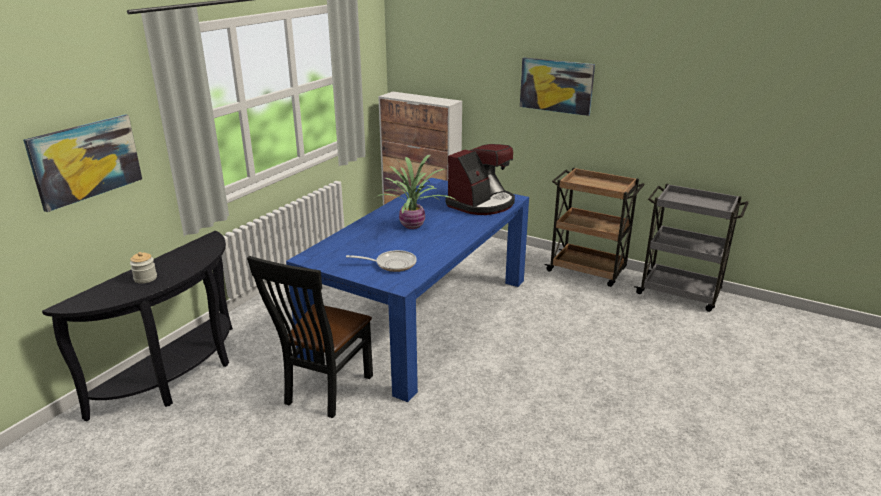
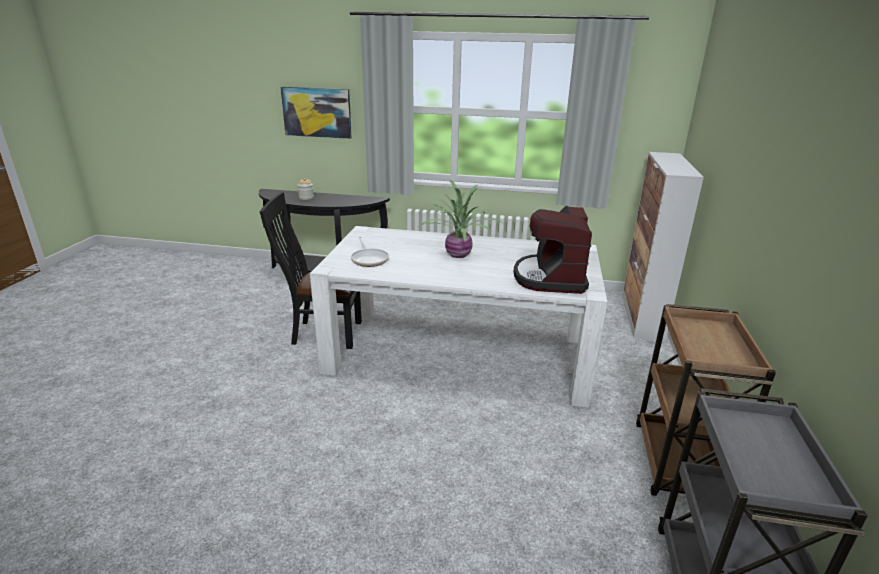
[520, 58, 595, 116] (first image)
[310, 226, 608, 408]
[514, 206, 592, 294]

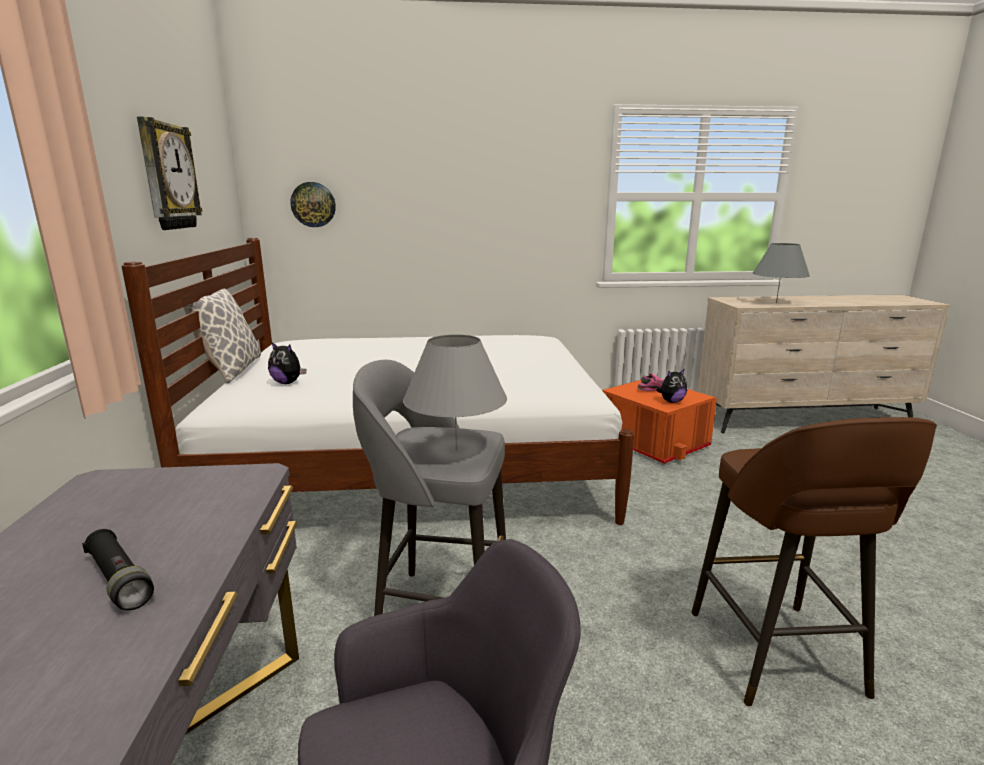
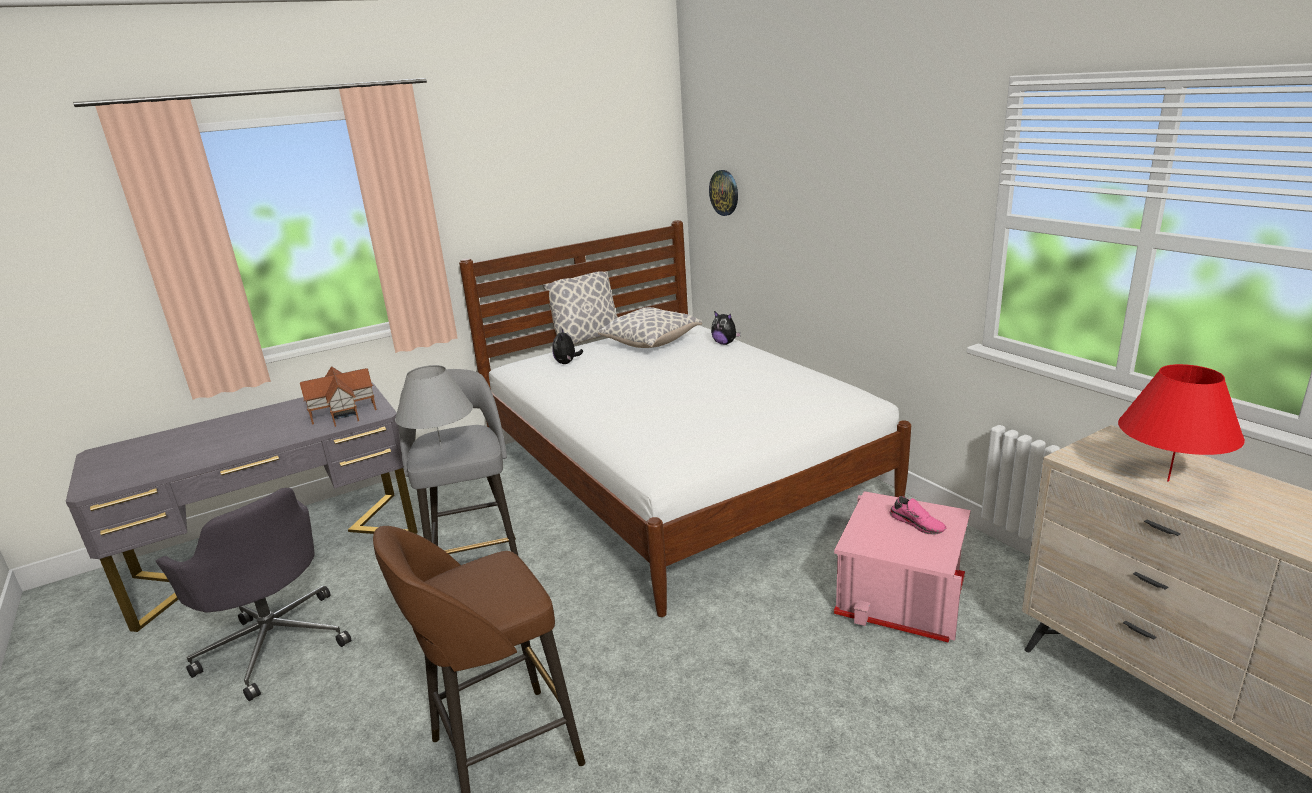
[82, 529, 154, 611] (first image)
[137, 116, 203, 230] (first image)
[300, 366, 377, 427]
[598, 307, 702, 348]
[711, 311, 741, 345]
[834, 491, 971, 643]
[1118, 364, 1245, 481]

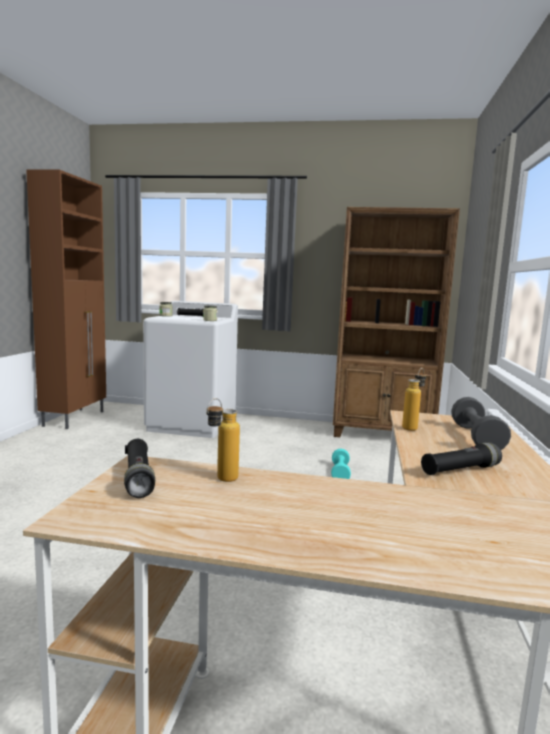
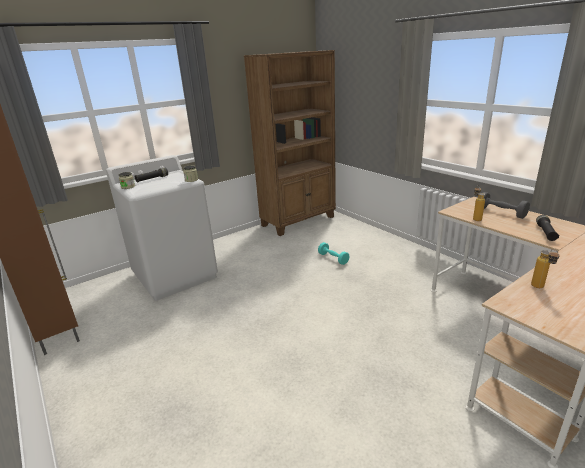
[124, 439, 155, 498] (first image)

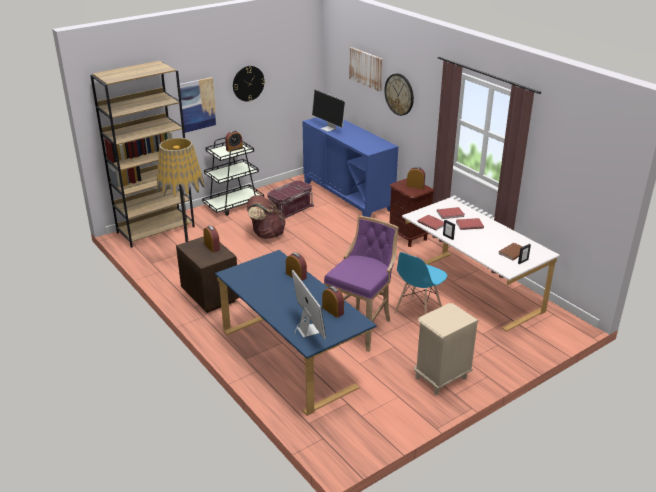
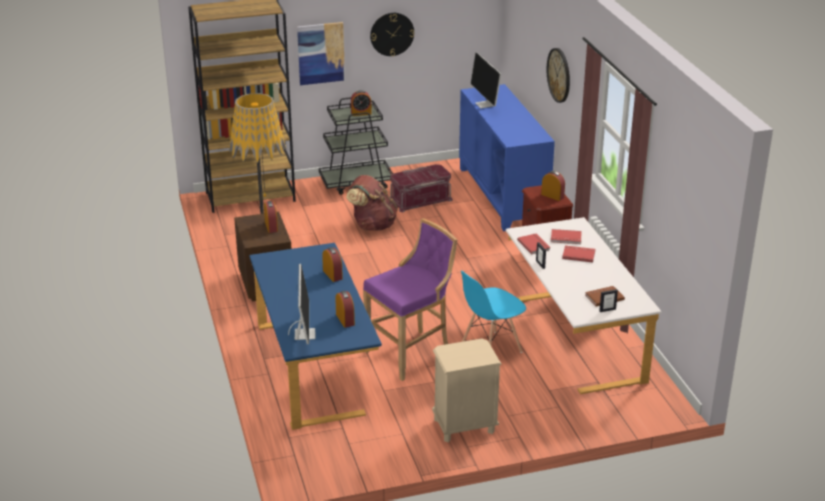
[349, 47, 383, 91] (first image)

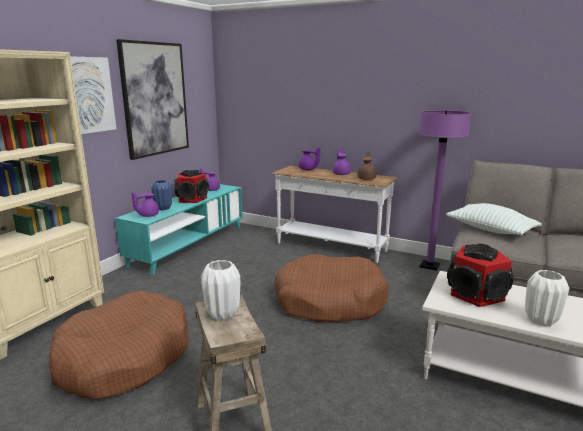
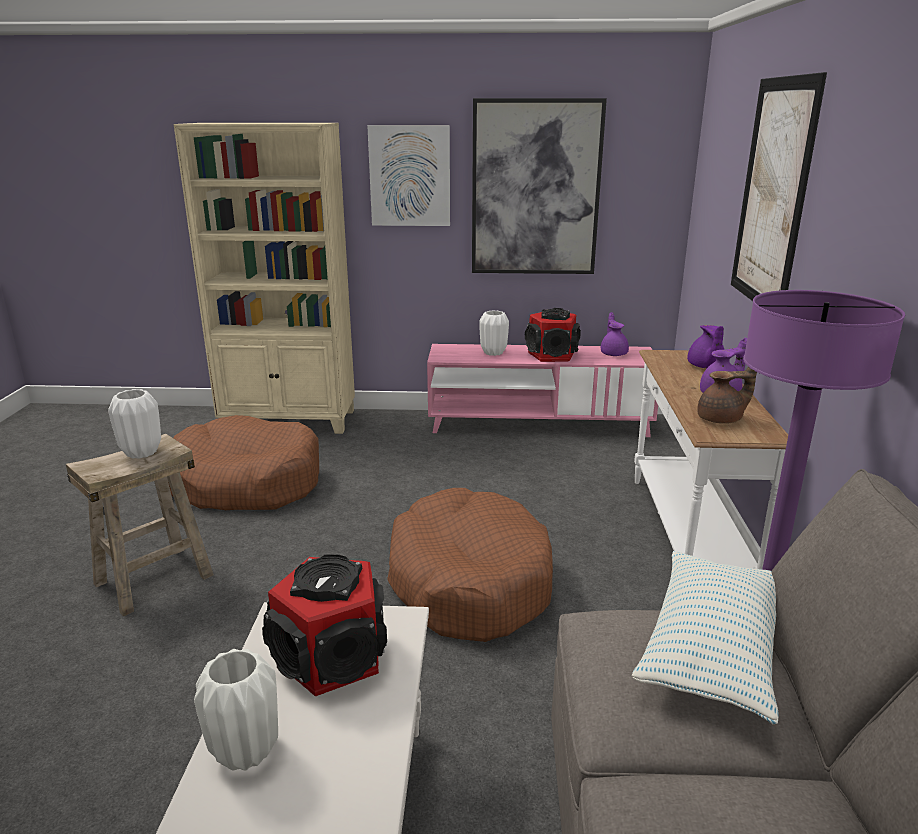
[132, 192, 159, 217] (first image)
[731, 72, 827, 301]
[427, 344, 658, 437]
[479, 310, 509, 356]

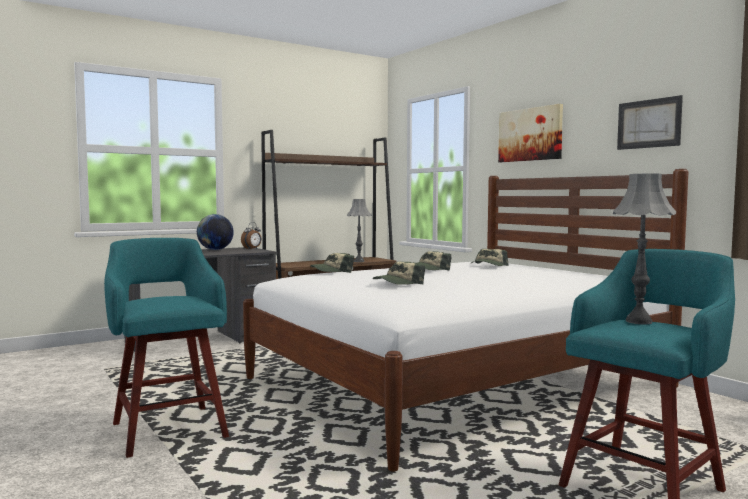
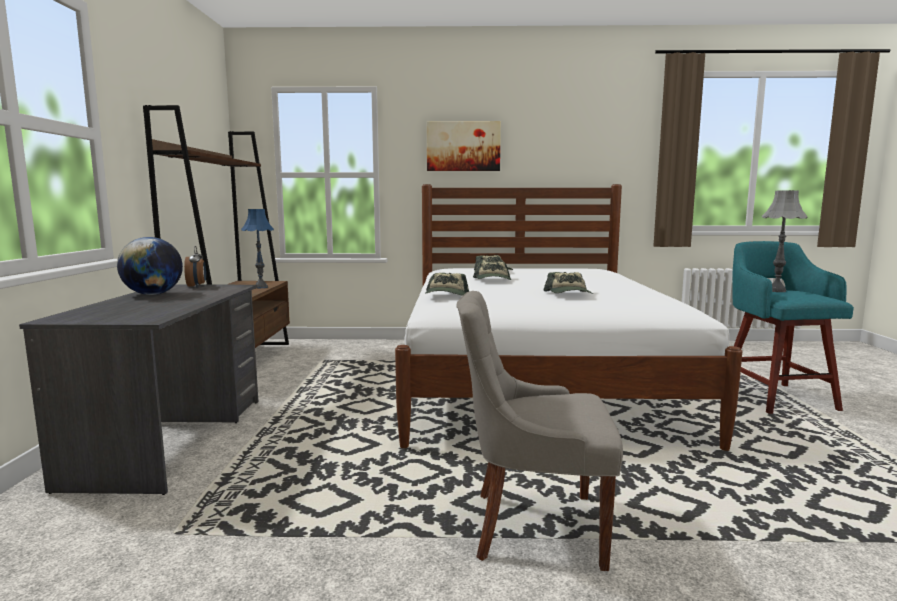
[617, 95, 683, 150] (first image)
[456, 291, 623, 571]
[241, 209, 274, 288]

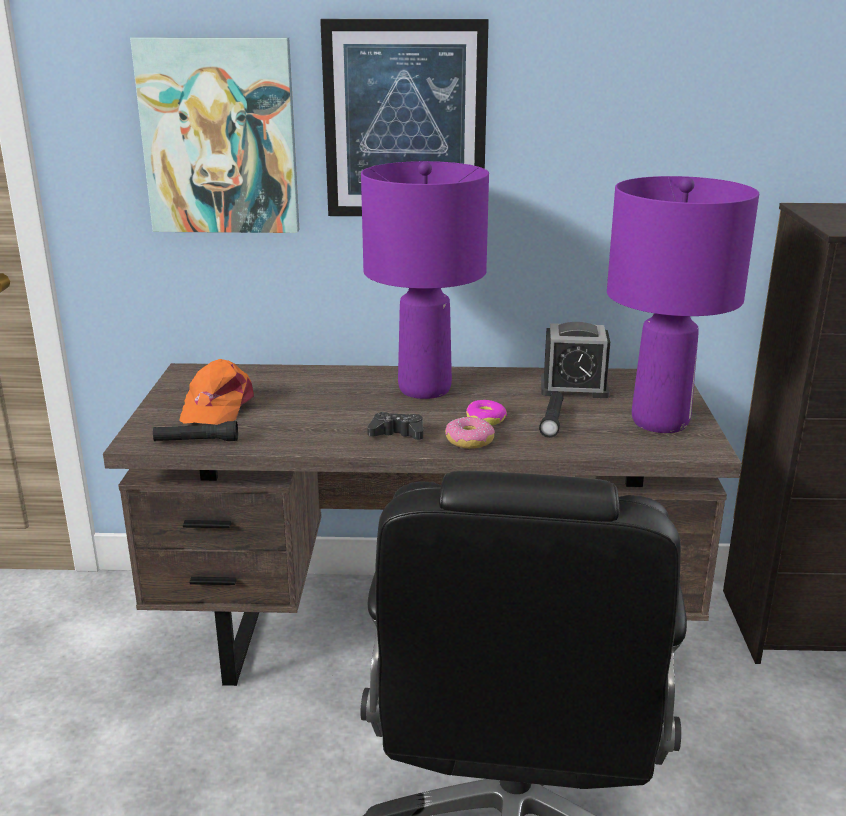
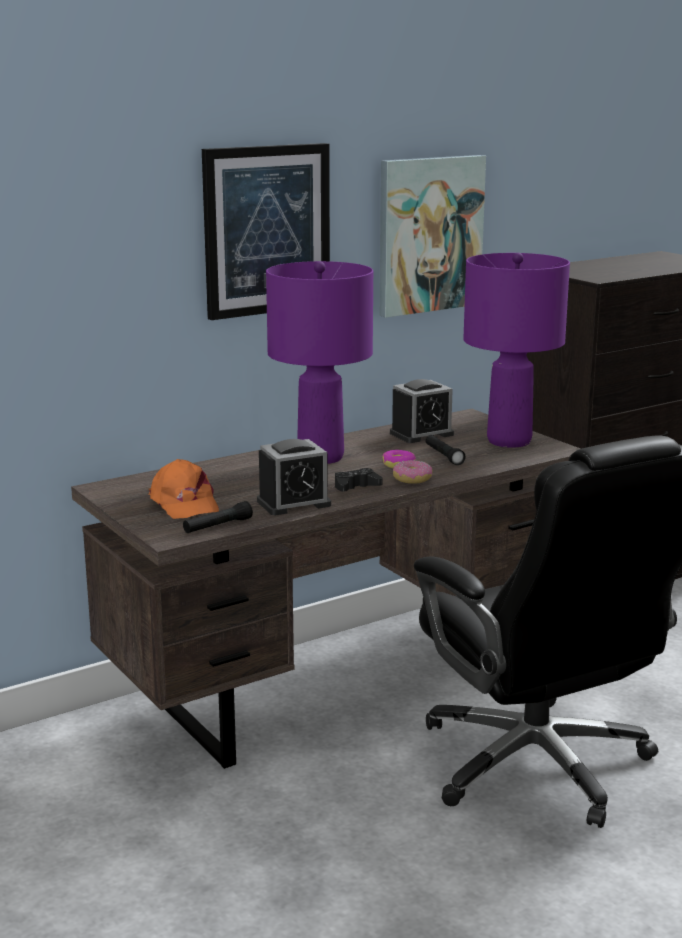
[257, 439, 331, 515]
[380, 155, 486, 317]

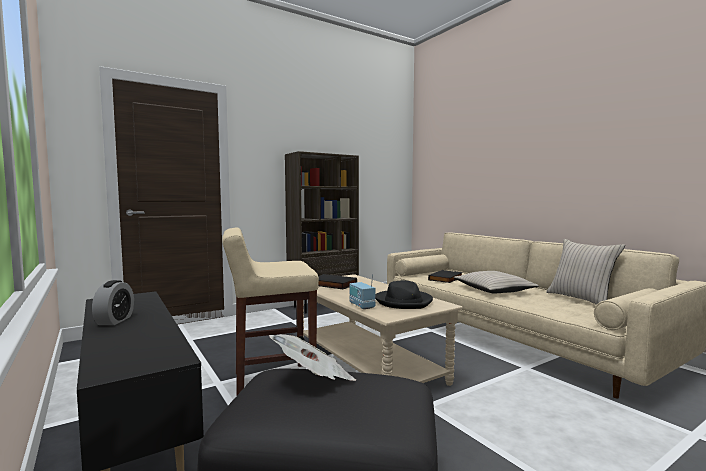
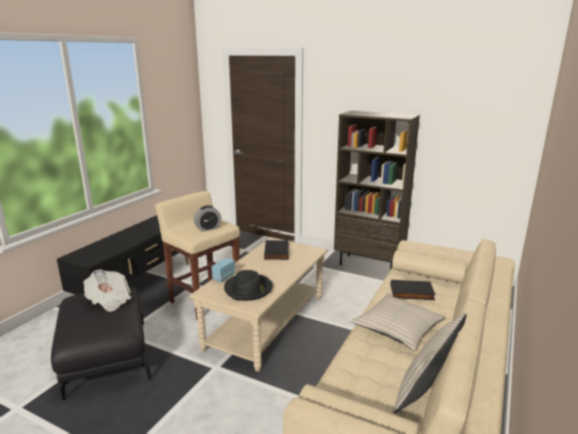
[194, 205, 222, 232]

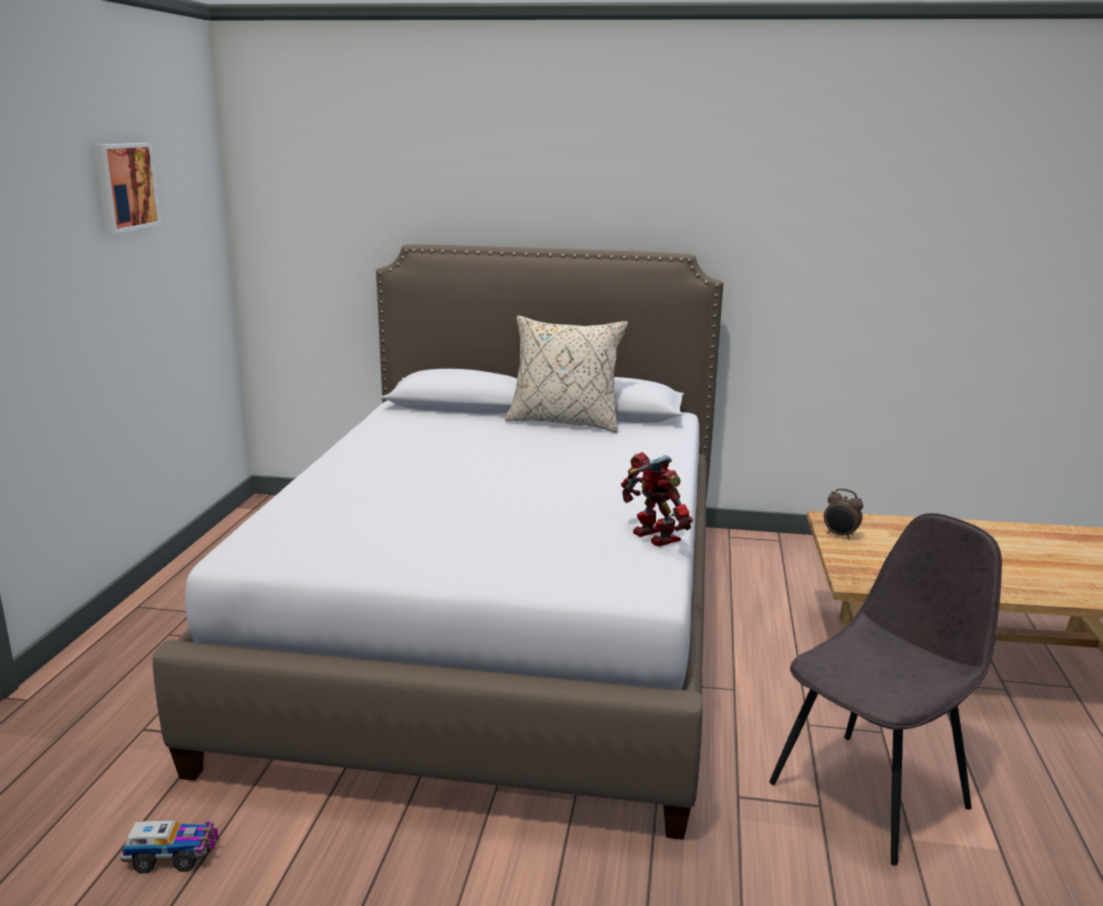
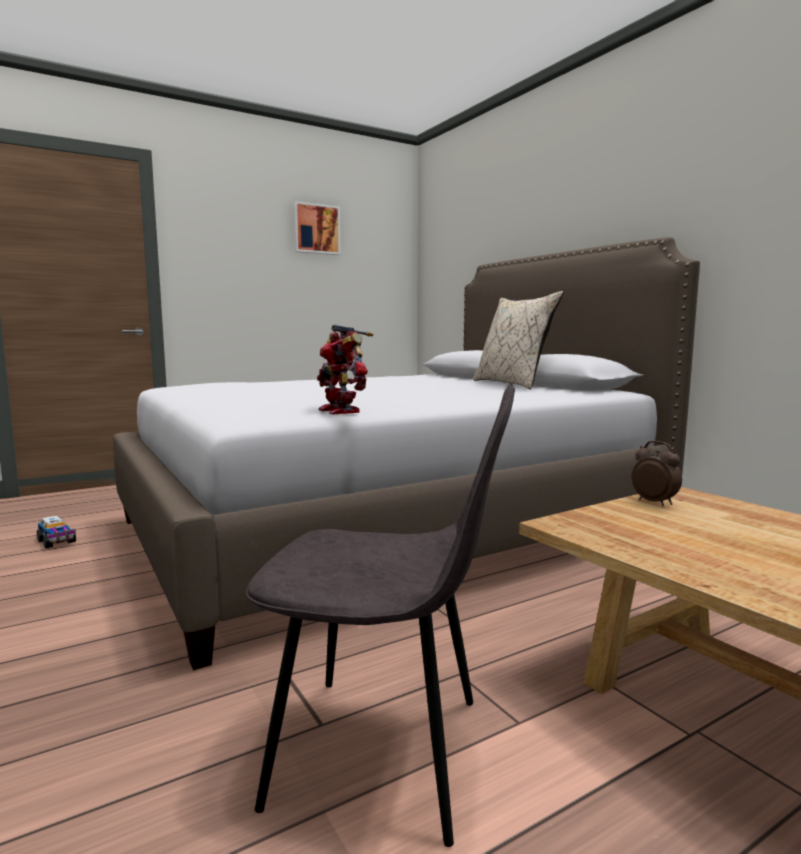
[317, 324, 373, 414]
[632, 441, 682, 505]

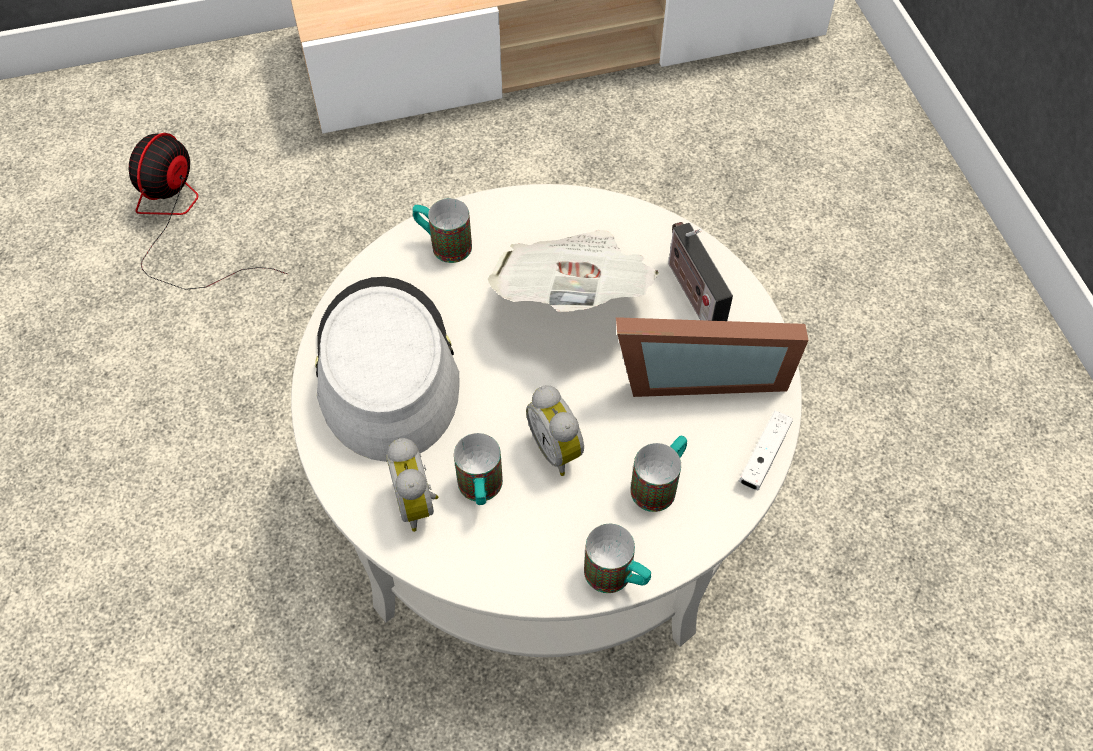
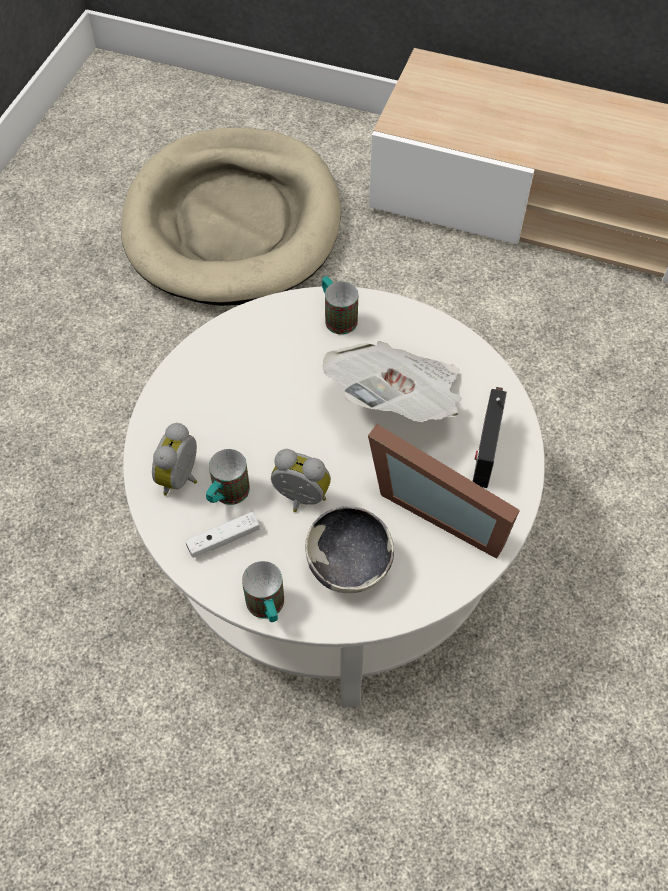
[315, 277, 459, 462] (first image)
[185, 512, 260, 558]
[121, 127, 341, 306]
[305, 506, 394, 593]
[271, 449, 331, 512]

